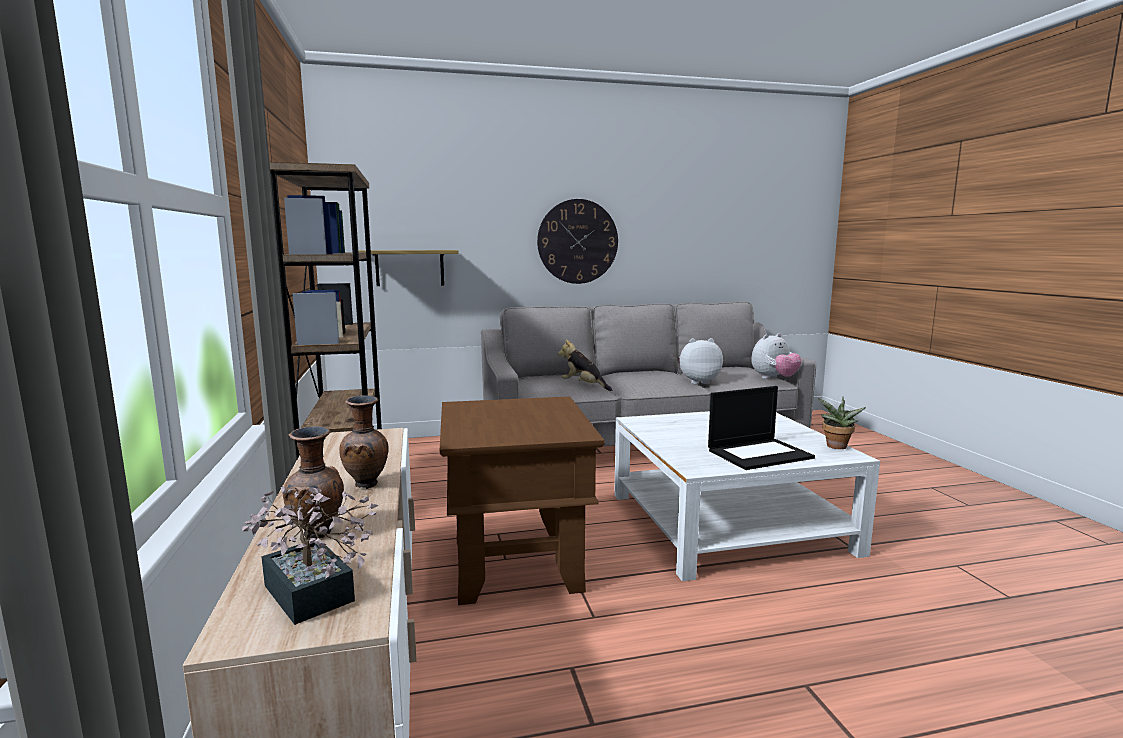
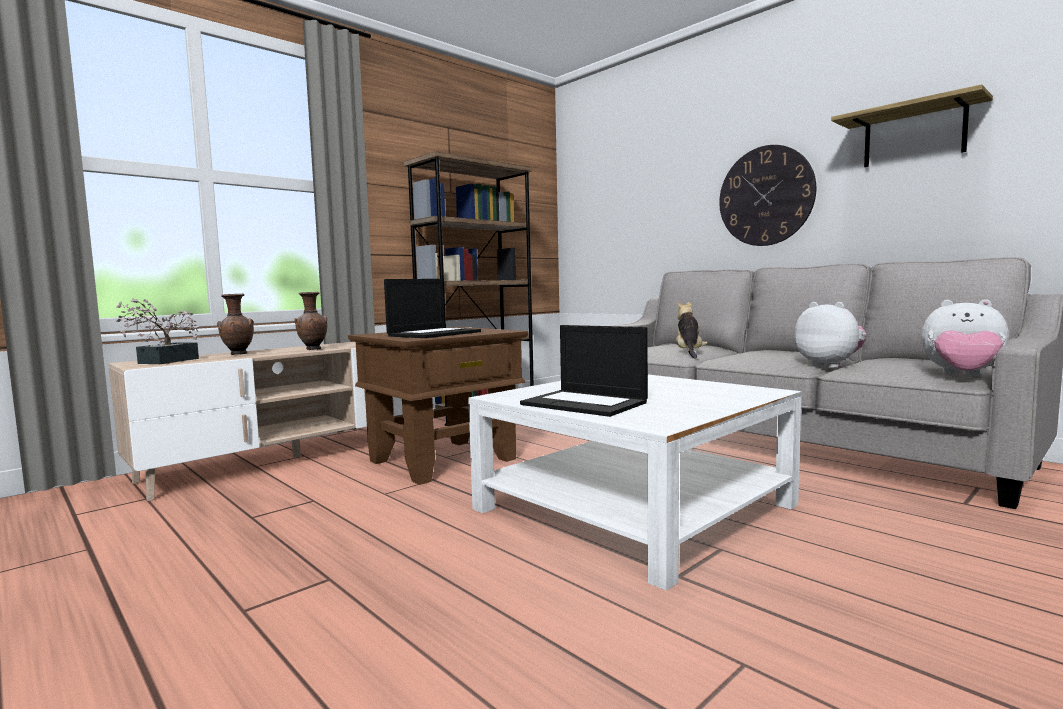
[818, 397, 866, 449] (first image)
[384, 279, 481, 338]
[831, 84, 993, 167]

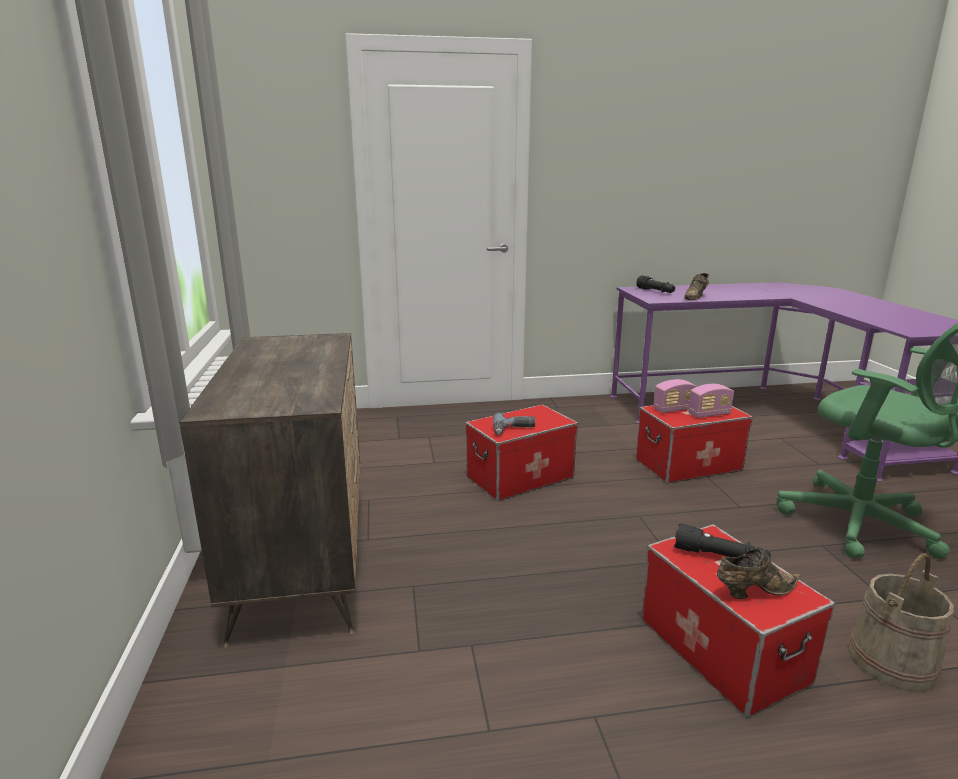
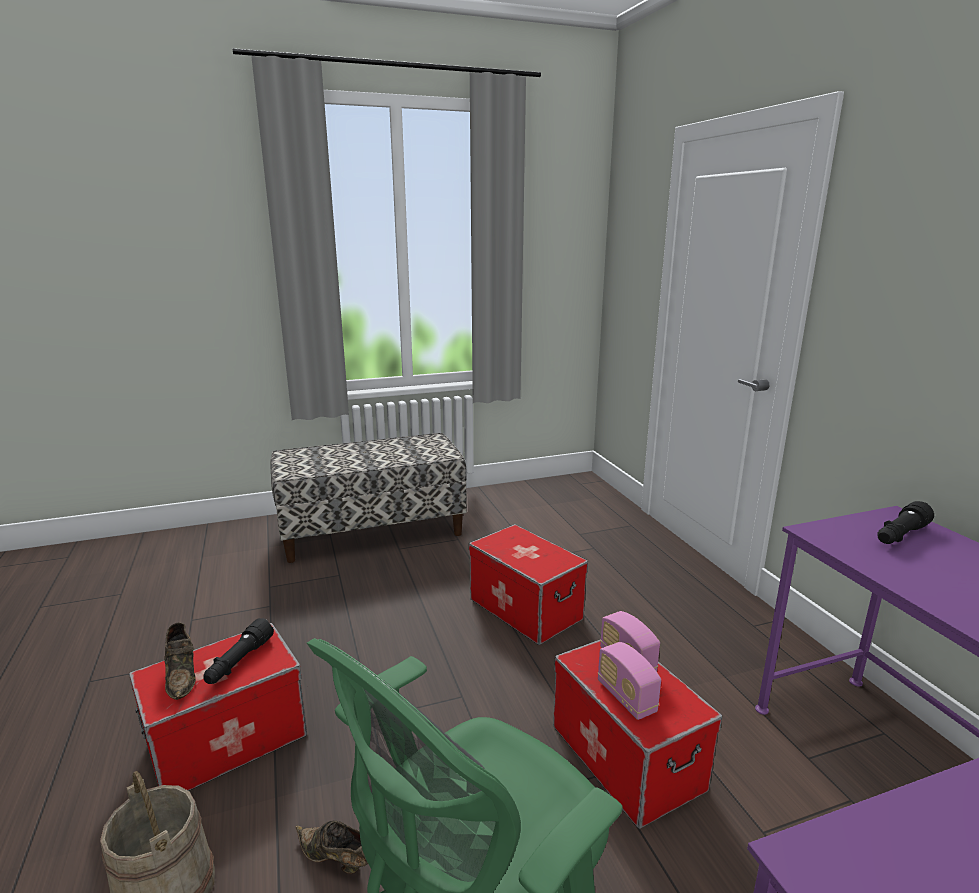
[493, 412, 535, 435] (first image)
[295, 821, 368, 874]
[270, 433, 467, 563]

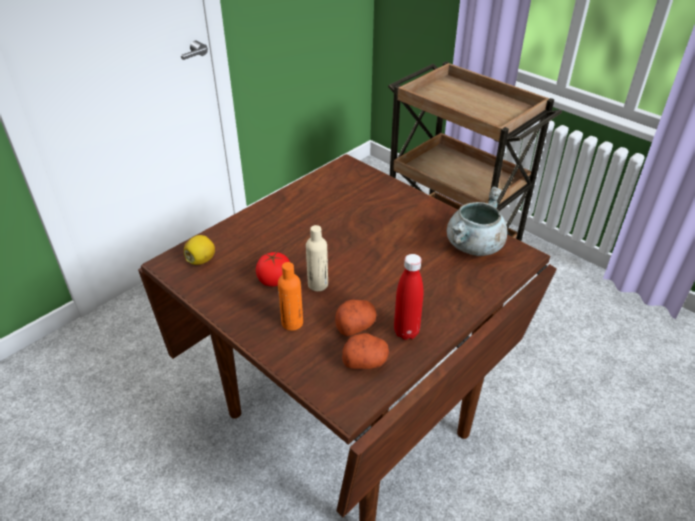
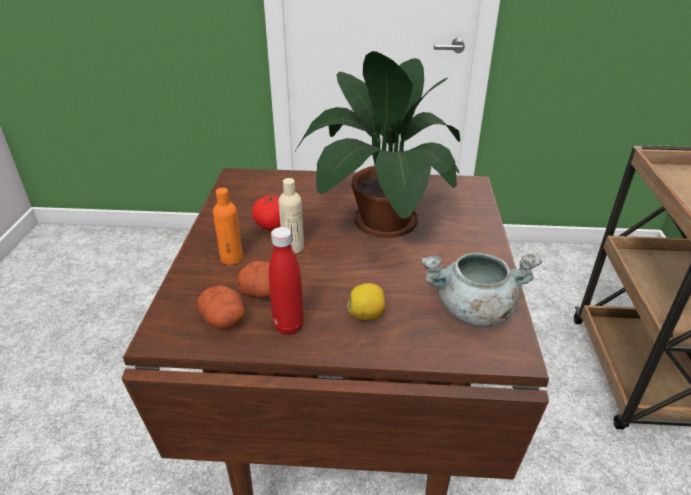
[296, 51, 460, 238]
[347, 283, 385, 321]

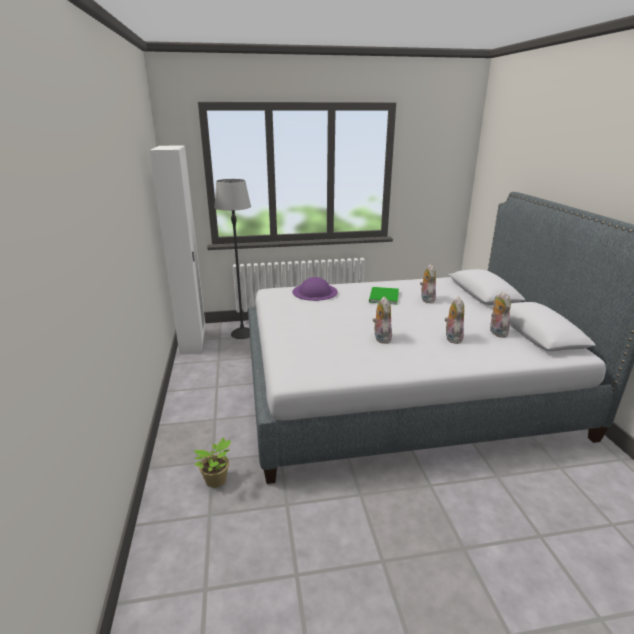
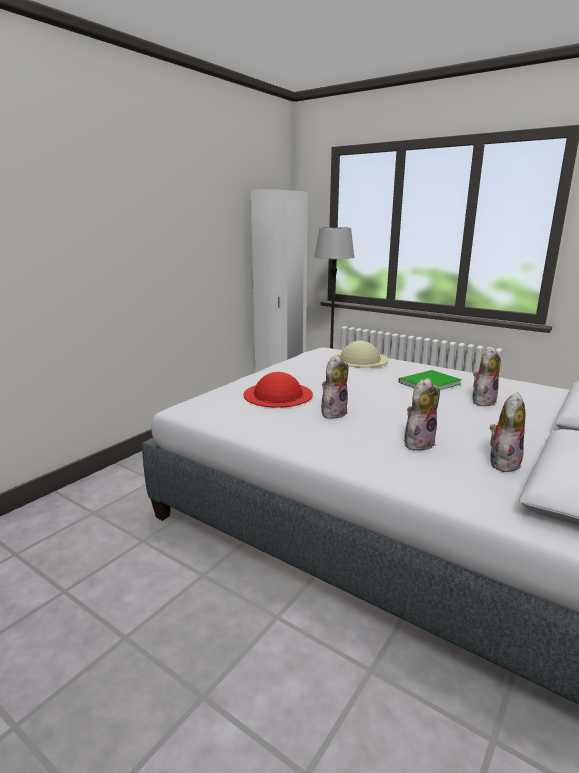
[194, 437, 232, 488] (first image)
[243, 372, 313, 408]
[332, 341, 389, 368]

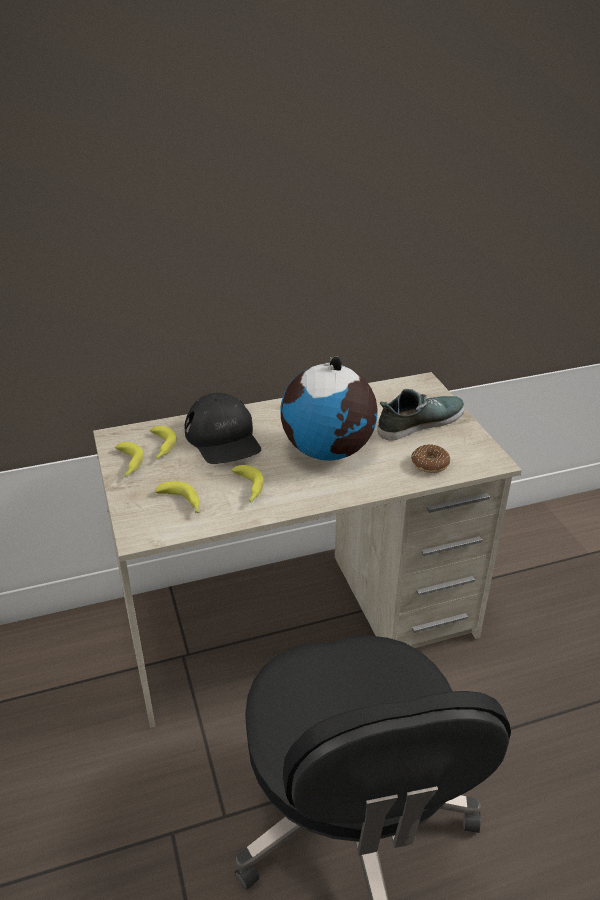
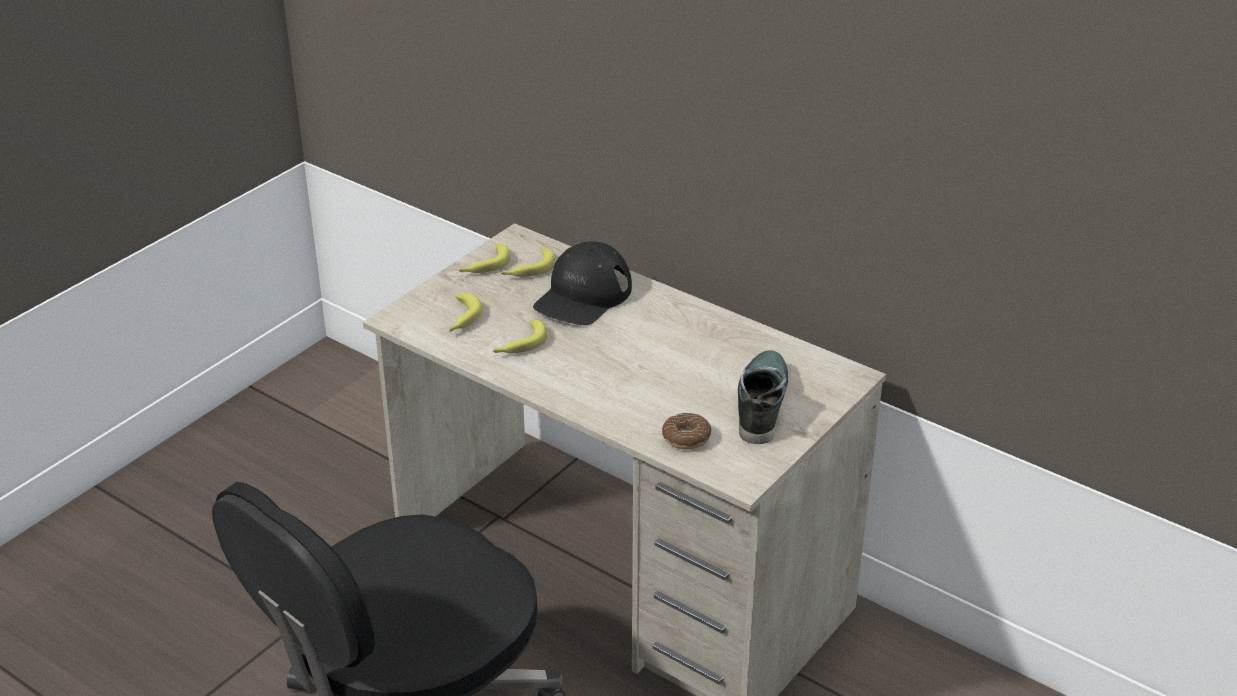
[281, 356, 378, 461] (first image)
[738, 350, 789, 444]

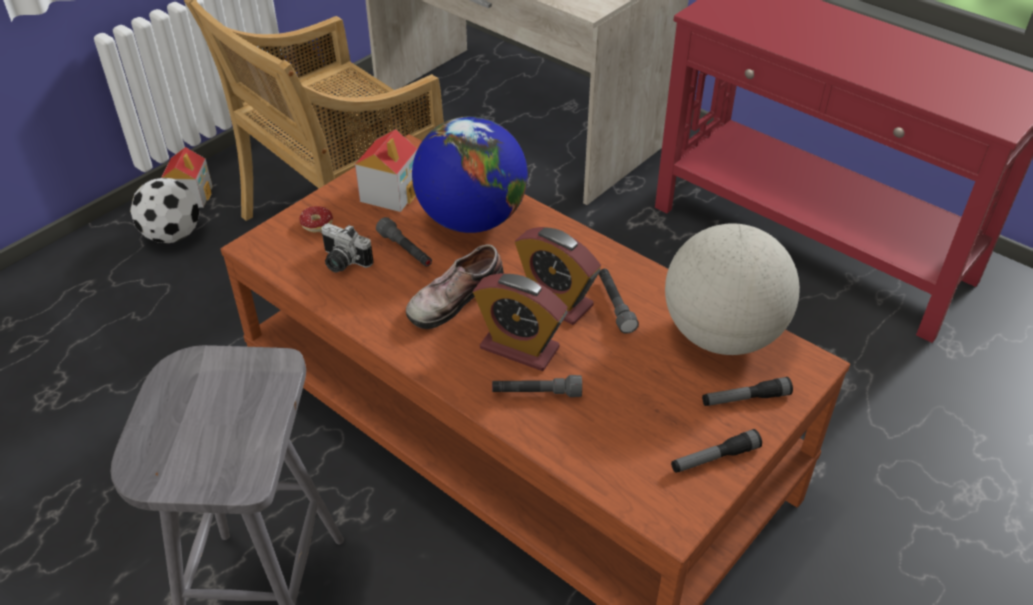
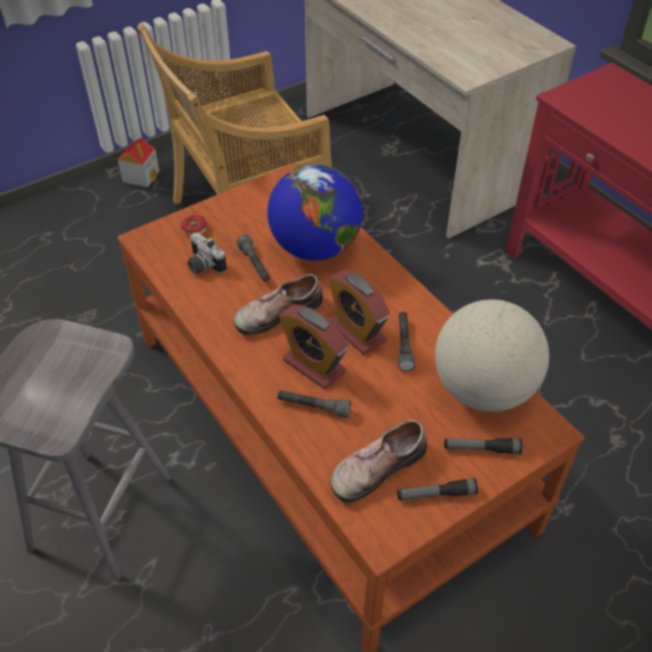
[130, 178, 200, 243] (first image)
[355, 129, 417, 212] (first image)
[330, 420, 427, 503]

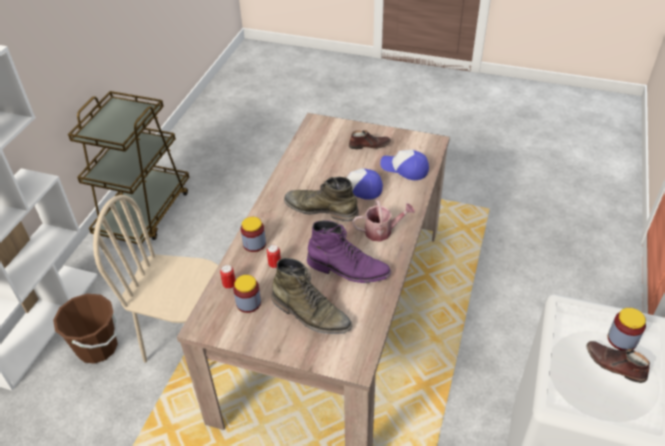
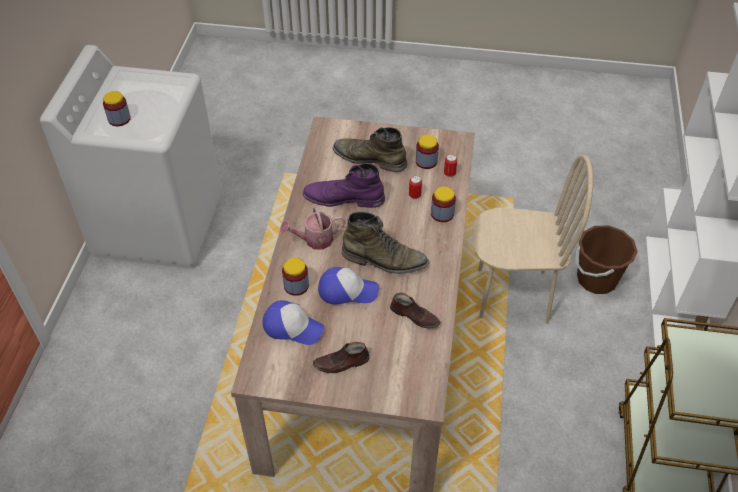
[282, 258, 309, 296]
[390, 293, 440, 328]

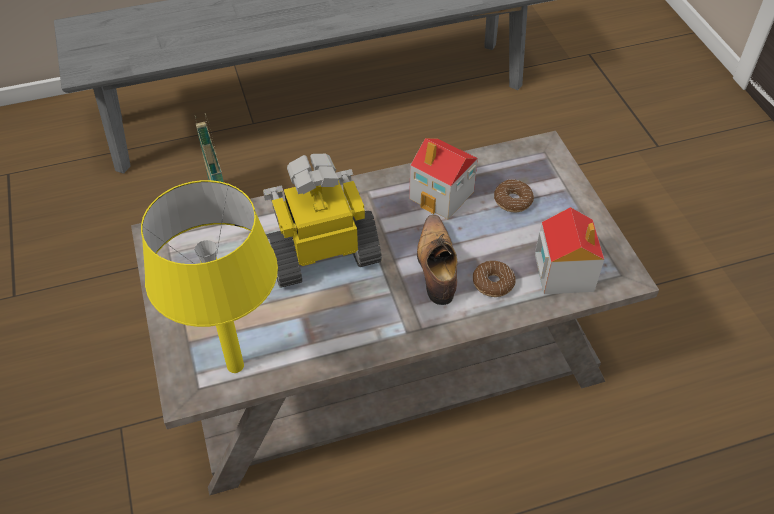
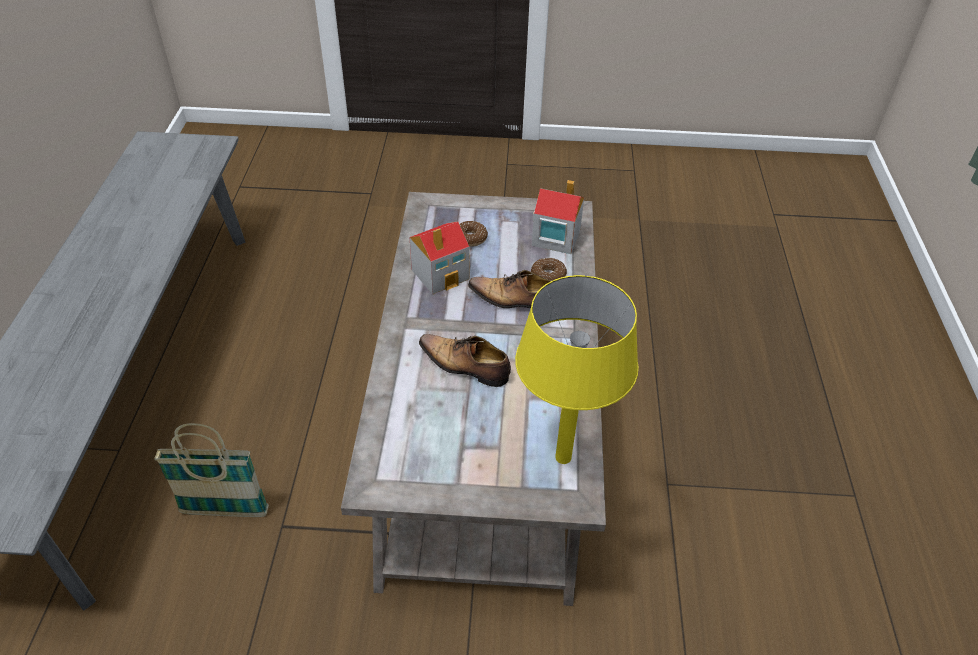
[419, 334, 511, 387]

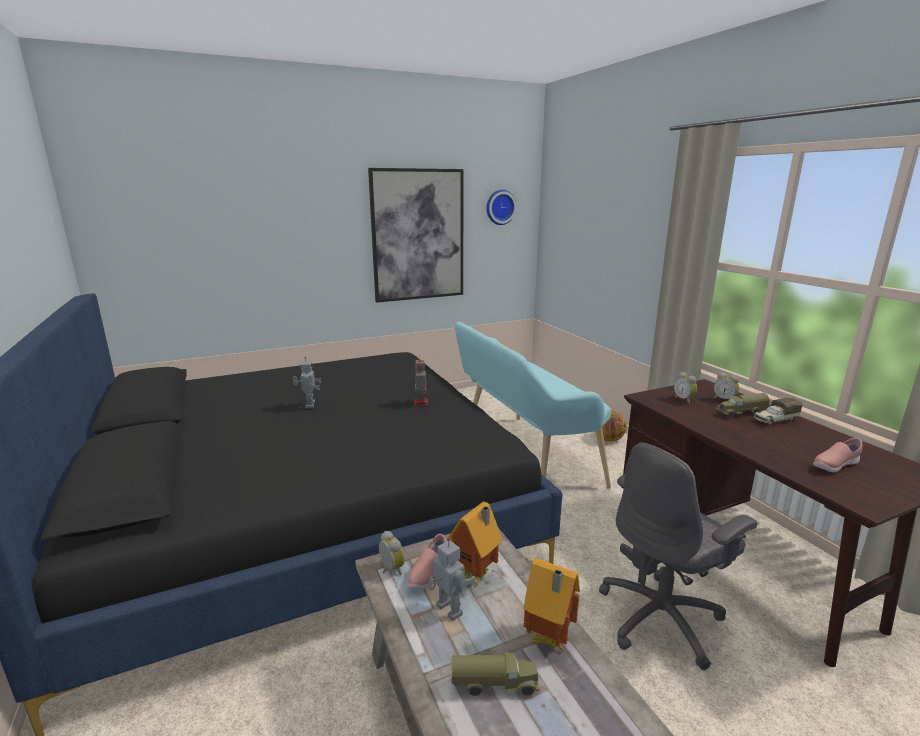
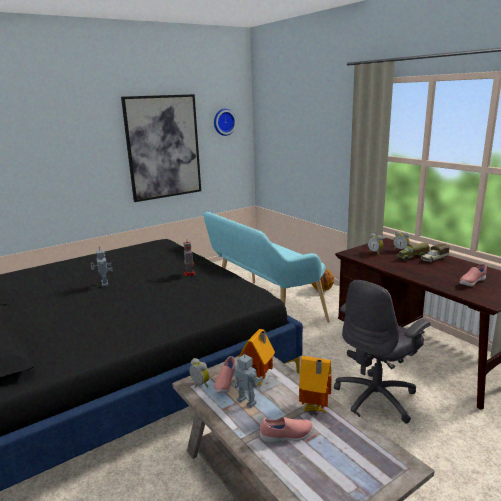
[260, 417, 313, 443]

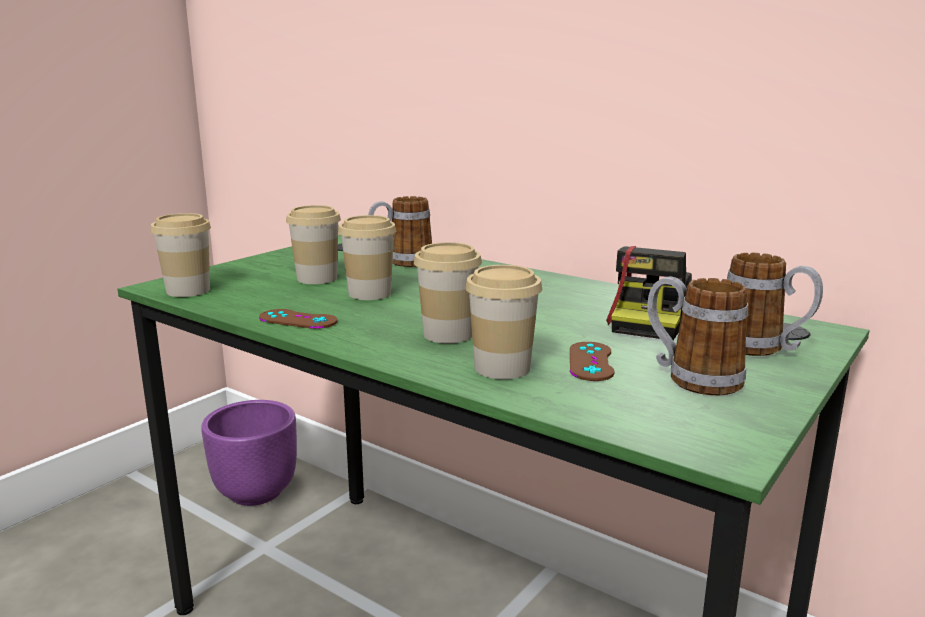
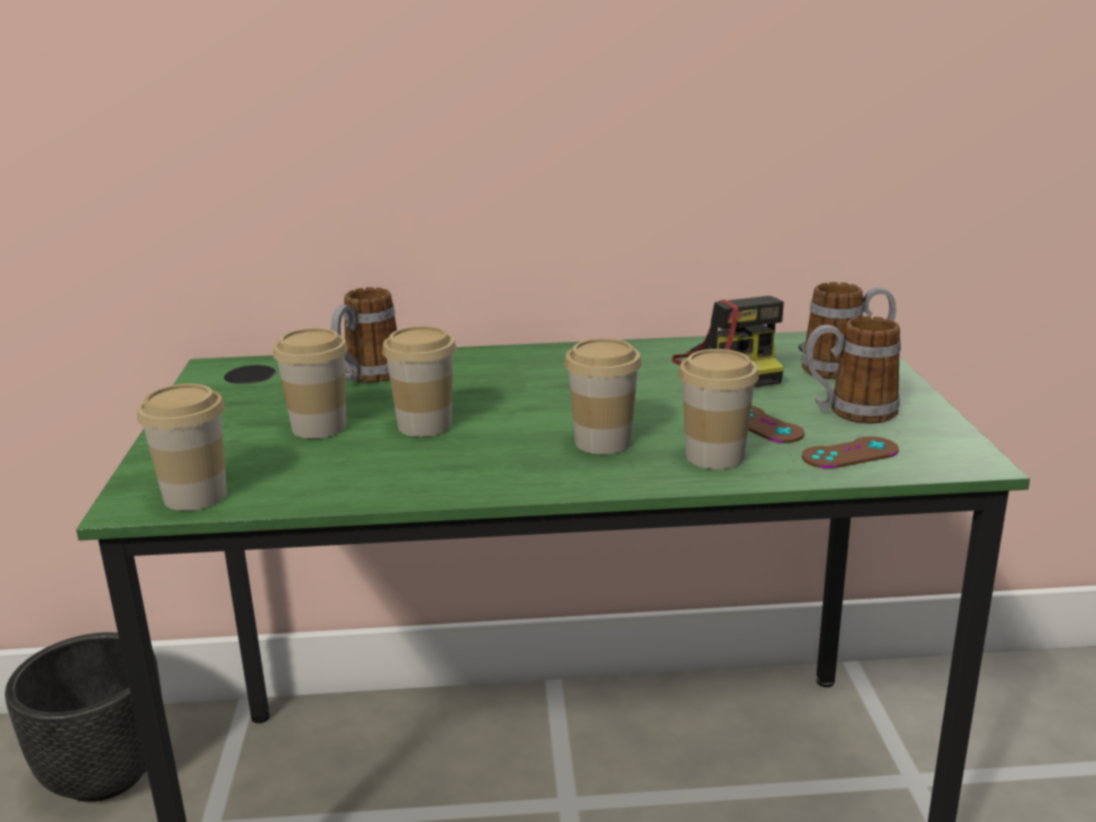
[802, 436, 899, 469]
[5, 632, 162, 802]

